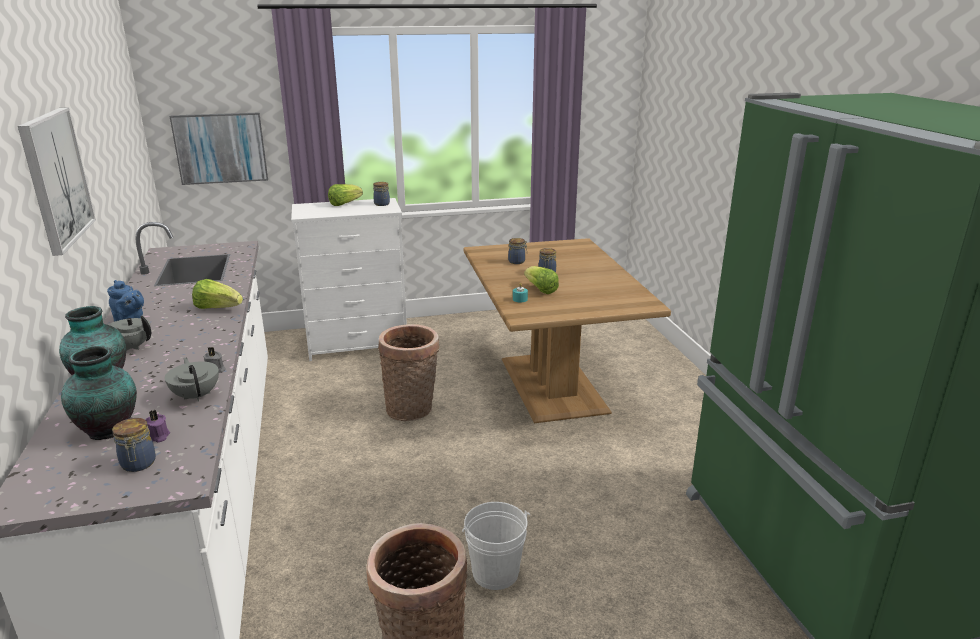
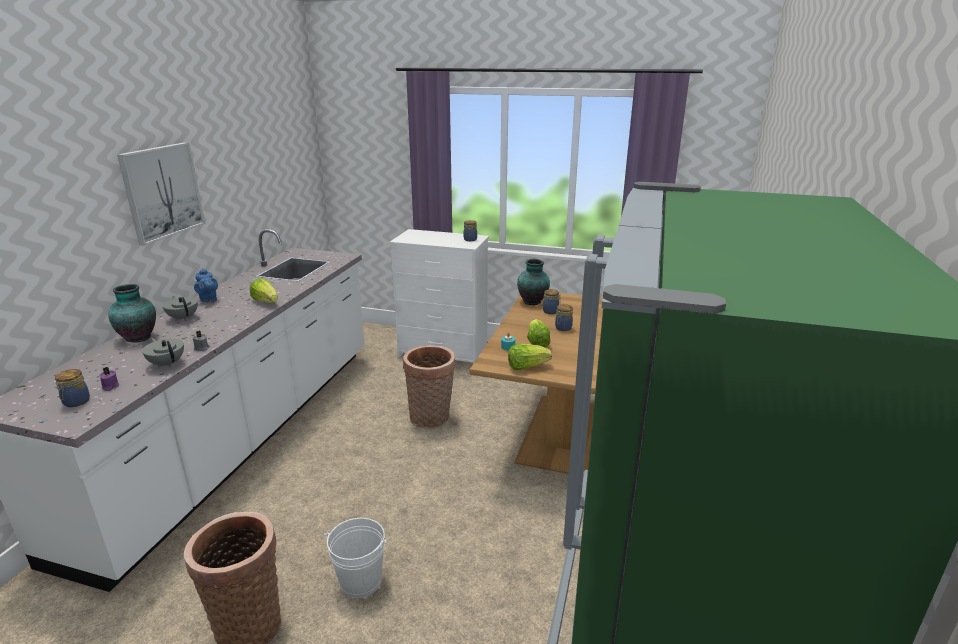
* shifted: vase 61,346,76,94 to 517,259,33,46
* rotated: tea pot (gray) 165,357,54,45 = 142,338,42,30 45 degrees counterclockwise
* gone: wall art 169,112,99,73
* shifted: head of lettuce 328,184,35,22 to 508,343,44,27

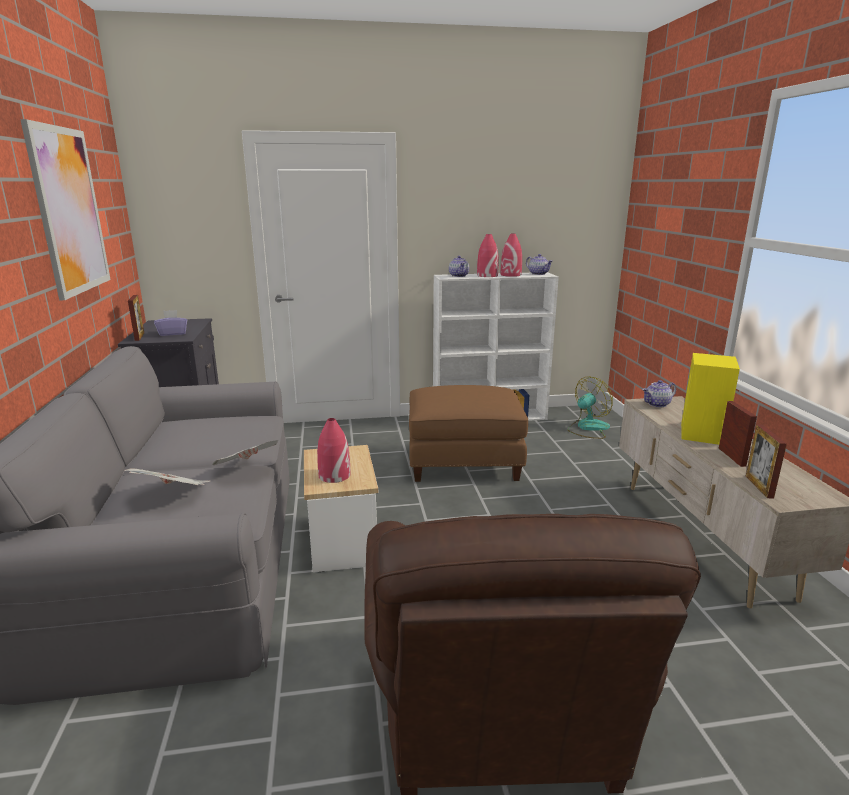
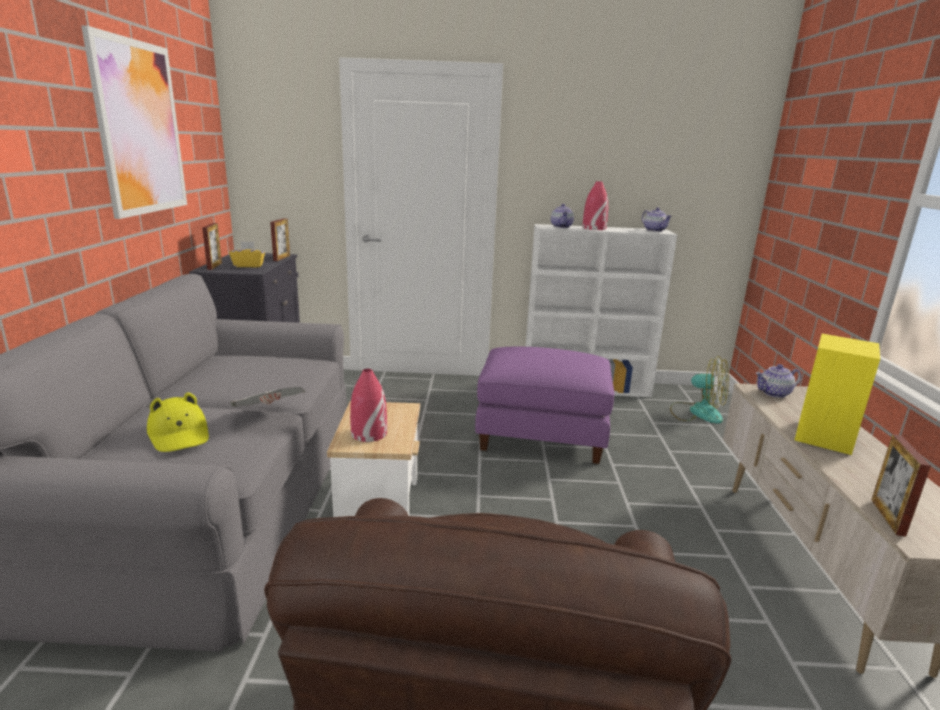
* swapped: newspaper 124,468,86,17 to hat (yellowish) 147,392,62,60
* repainted: tissue box (purplish) 154,310,33,26 to tissue box (yellowish) 229,241,36,26
* repainted: footrest (brown-coloured) 409,385,119,97 to footrest (purplish) 475,347,139,117
* gone: vase (reddish) 501,234,21,43
* rotated: electric fan 568,377,45,62 = 670,356,59,68 60 degrees clockwise
* shifted: picture frame 718,401,39,66 to 270,218,20,43

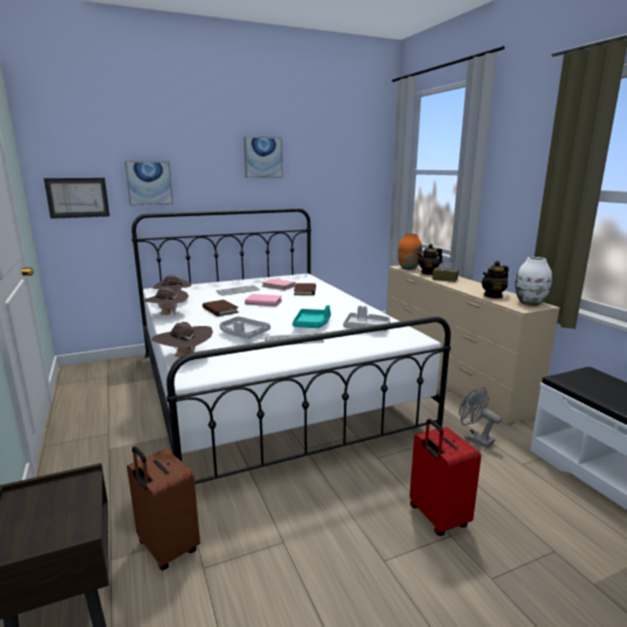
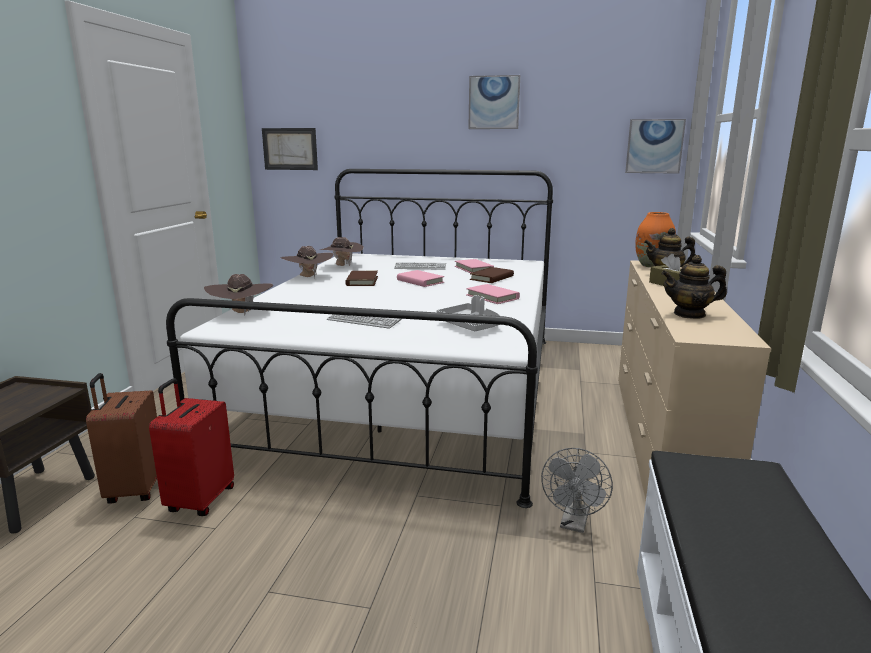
* shifted: wall art 125,161,48,45 to 625,119,61,55
* gone: serving tray (gray) 220,316,50,23
* gone: serving tray (turquoise) 292,305,39,23
* shifted: travel case (reddish) 410,419,71,117 to 149,378,85,138
* rotated: electric fan (gray) 459,387,42,60 = 541,448,72,85 150 degrees counterclockwise
* gone: vase (white-coloured) 515,257,37,49
* new: book (pink) 466,284,54,20

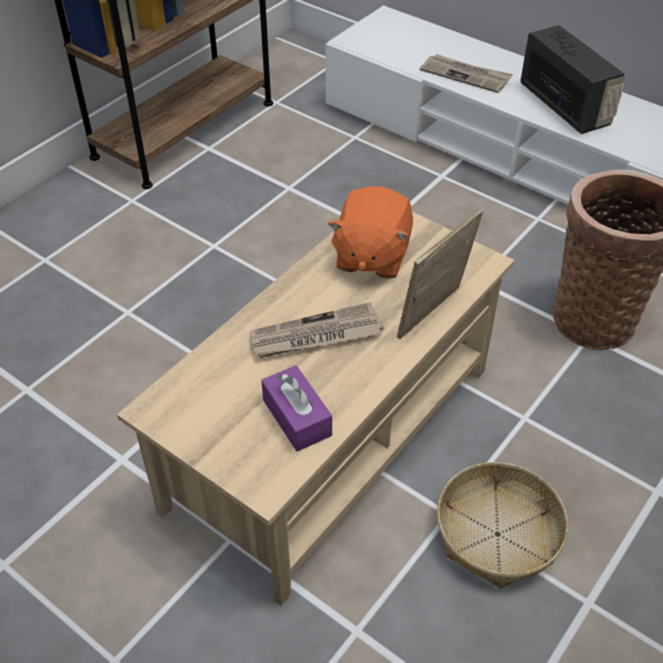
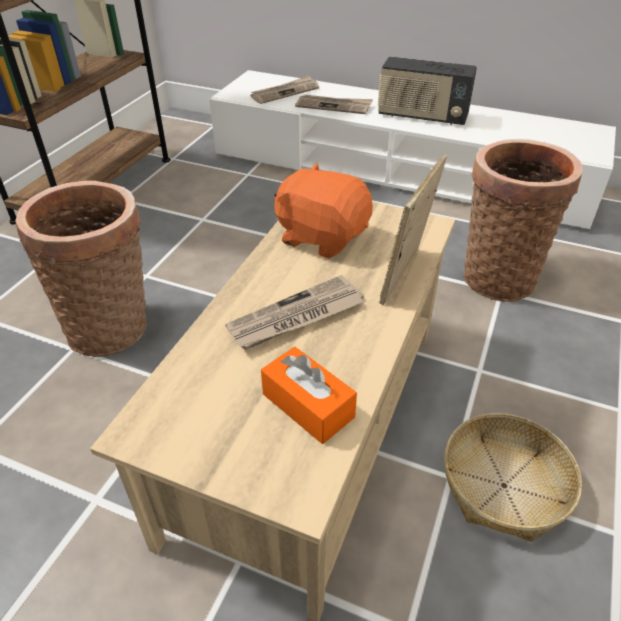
* repainted: tissue box (purplish) 261,365,71,87 to tissue box (orange-coloured) 261,347,96,97
* rotated: plush toy (orange-coloured) 328,186,85,93 = 274,163,99,95 120 degrees clockwise
* rotated: radio set 521,25,104,109 = 378,56,99,69 150 degrees clockwise
* new: basket 15,181,132,176
* new: newspaper 251,75,68,29

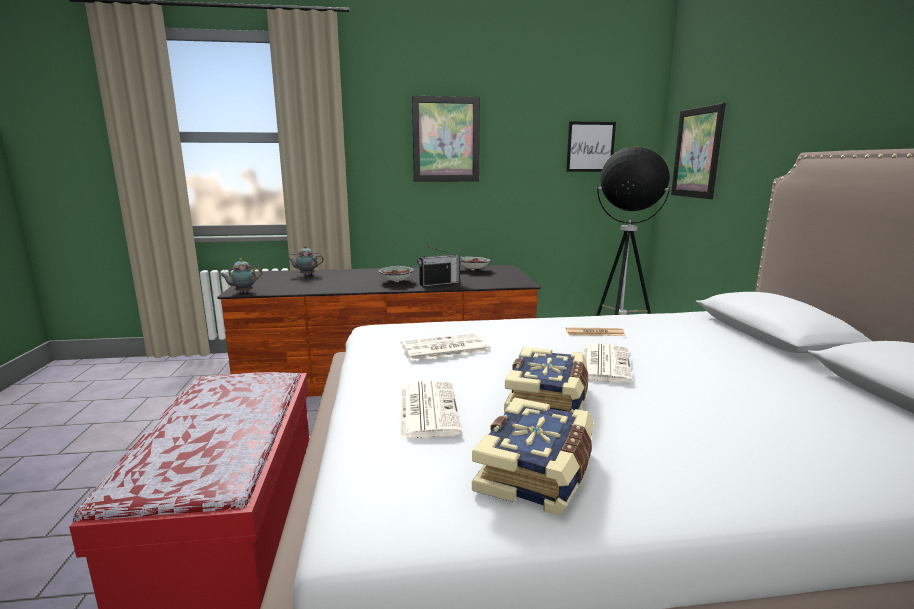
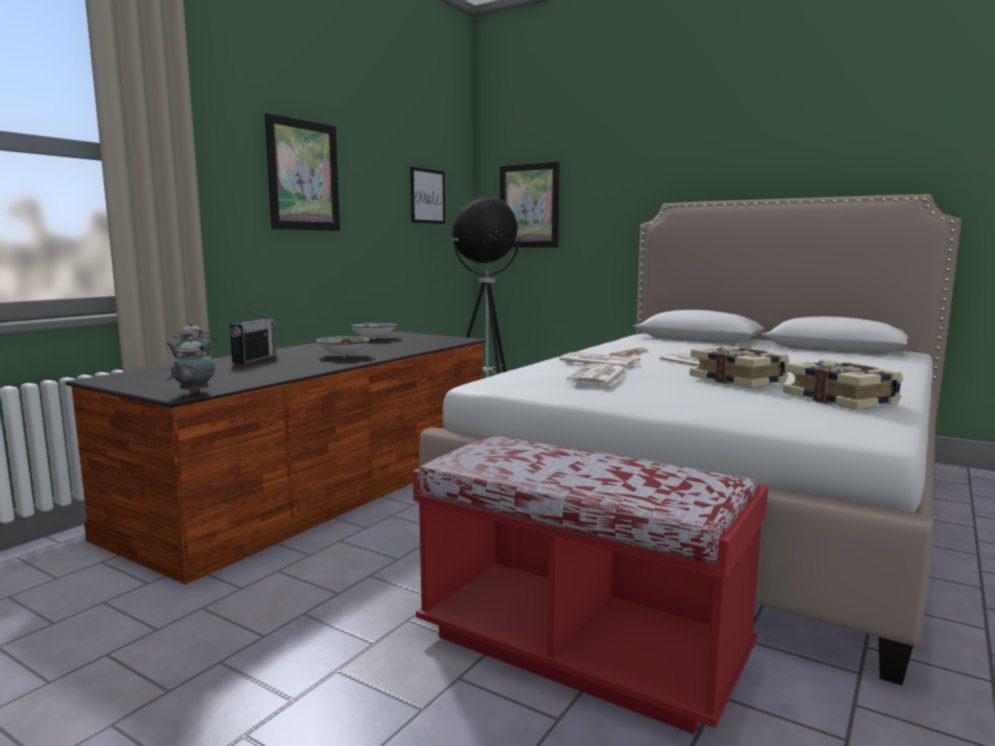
* shifted: newspaper 400,381,62,58 to 559,352,82,16
* shifted: radio set 417,245,45,42 to 230,307,46,57

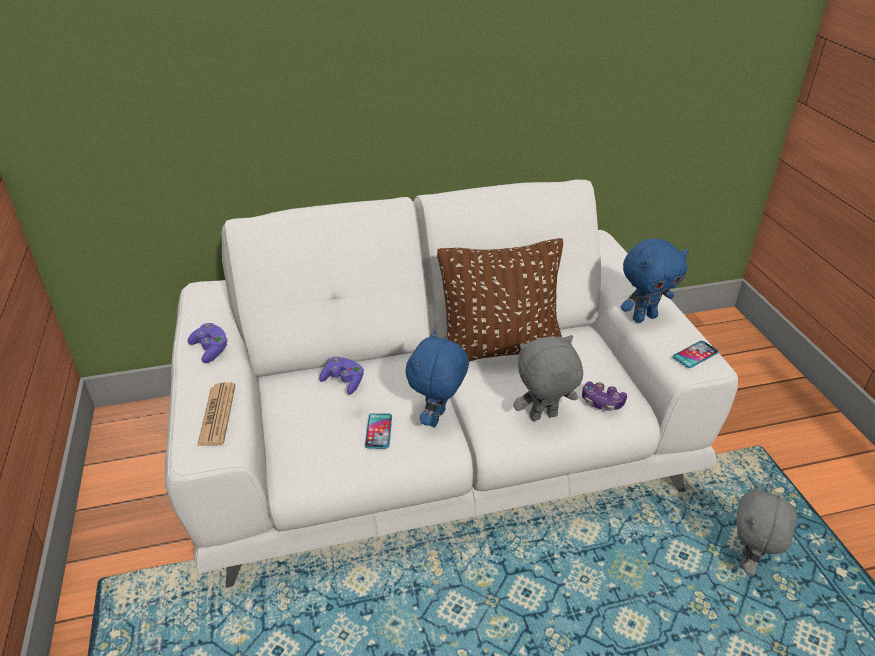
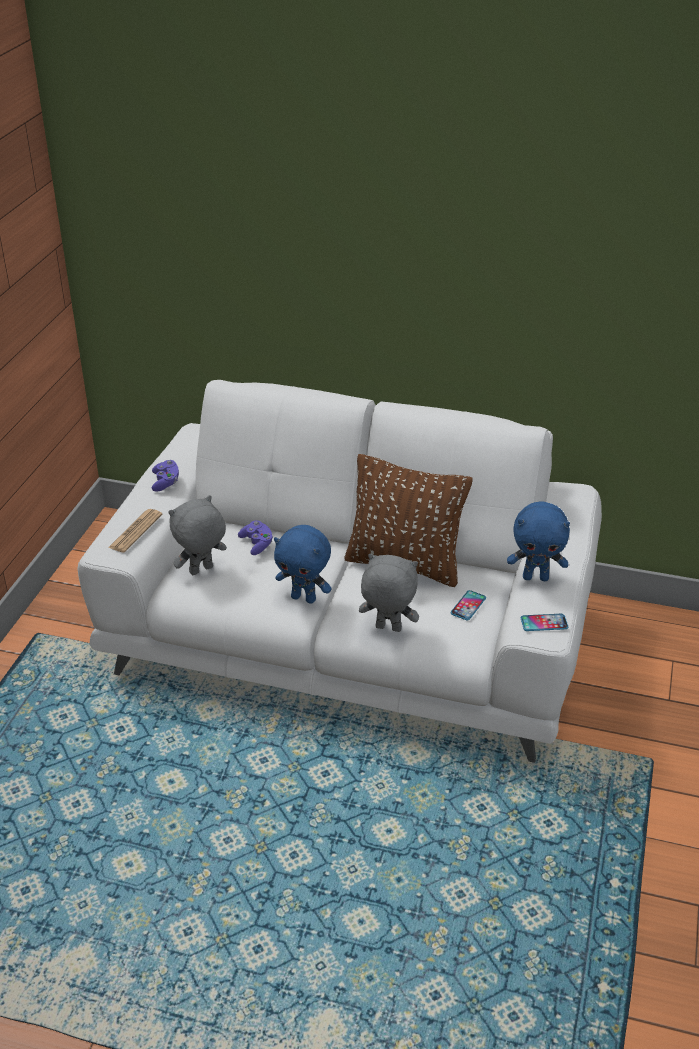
* shifted: phone 365,413,27,36 to 451,590,35,30
* rotated: plush toy (blue) 406,330,63,97 = 274,525,58,79 120 degrees counterclockwise
* gone: joypad 582,381,45,30
* shifted: plush toy (gray) 736,483,61,93 to 169,495,58,80

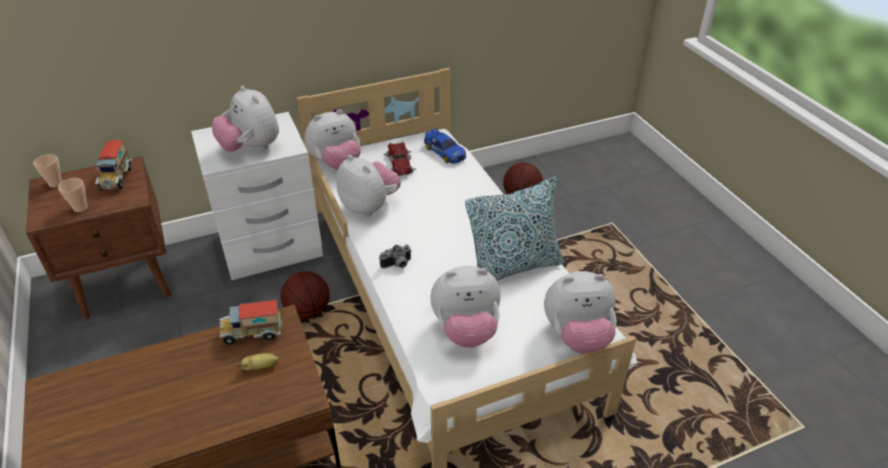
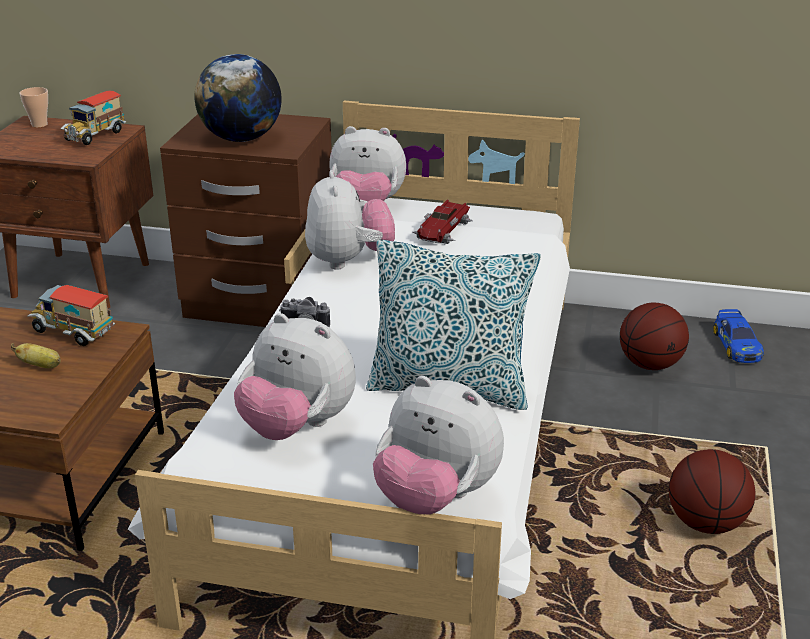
* gone: small cup 58,178,30,34
* repainted: nightstand (white-coloured) 191,112,132,168 to nightstand (brown-coloured) 160,114,172,213
* swapped: plush toy 212,86,67,66 to desk globe 194,54,88,88
* shifted: basketball ball 281,271,49,48 to 669,449,87,85
* shifted: model car 424,128,42,36 to 713,309,51,54

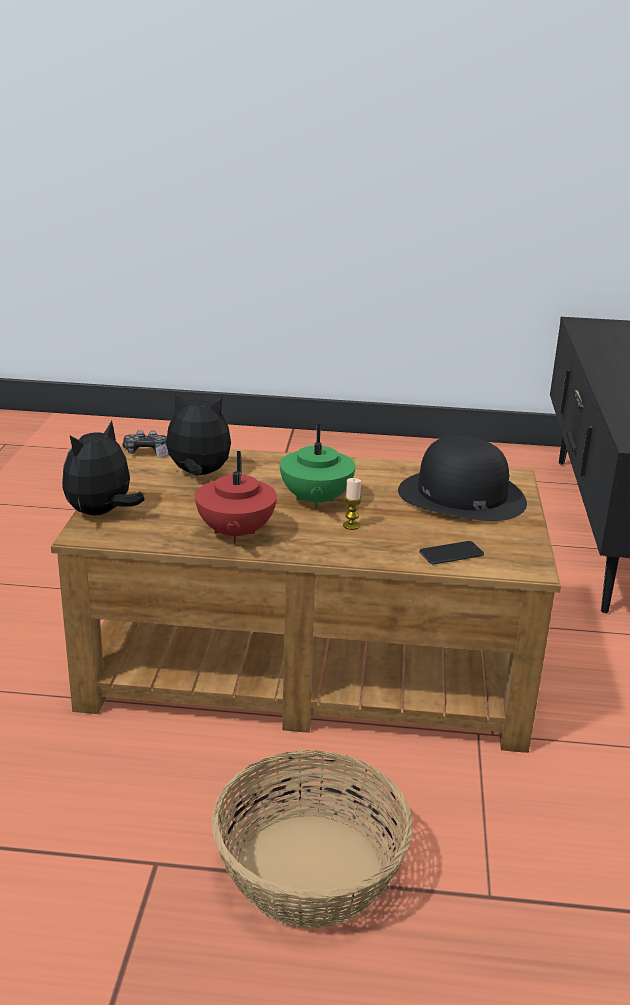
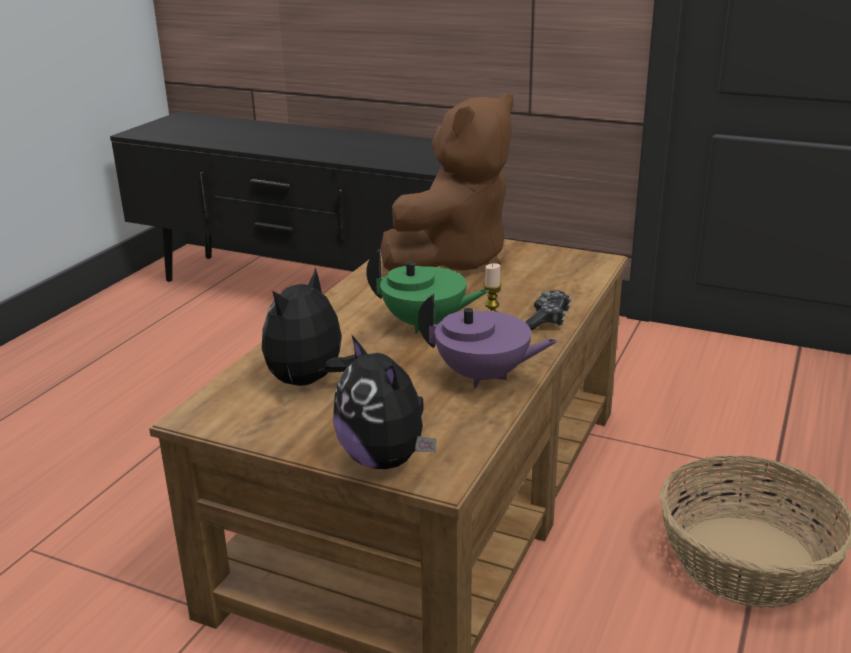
* shifted: joypad 123,430,44,24 to 525,290,46,40
* repainted: tea pot (reddish) 195,451,82,92 to tea pot (purplish) 418,294,140,94
* swapped: hat (blackish) 398,436,129,85 to plush toy (brown-coloured) 380,93,133,178
* gone: phone 419,541,65,23

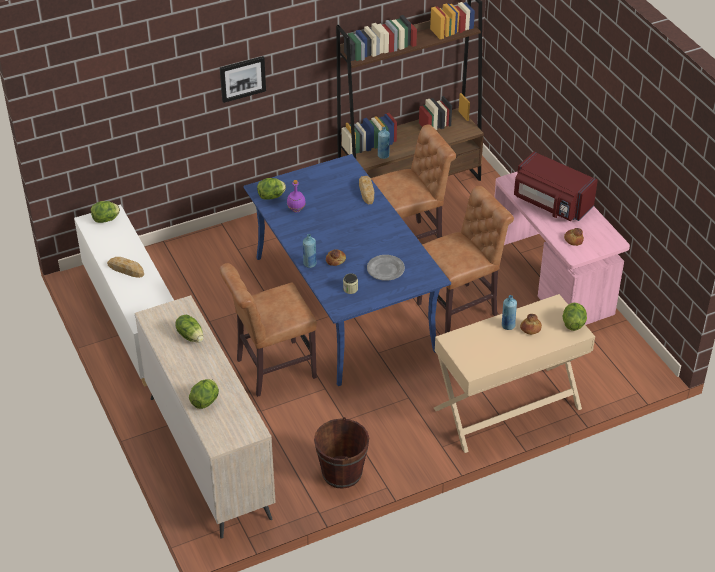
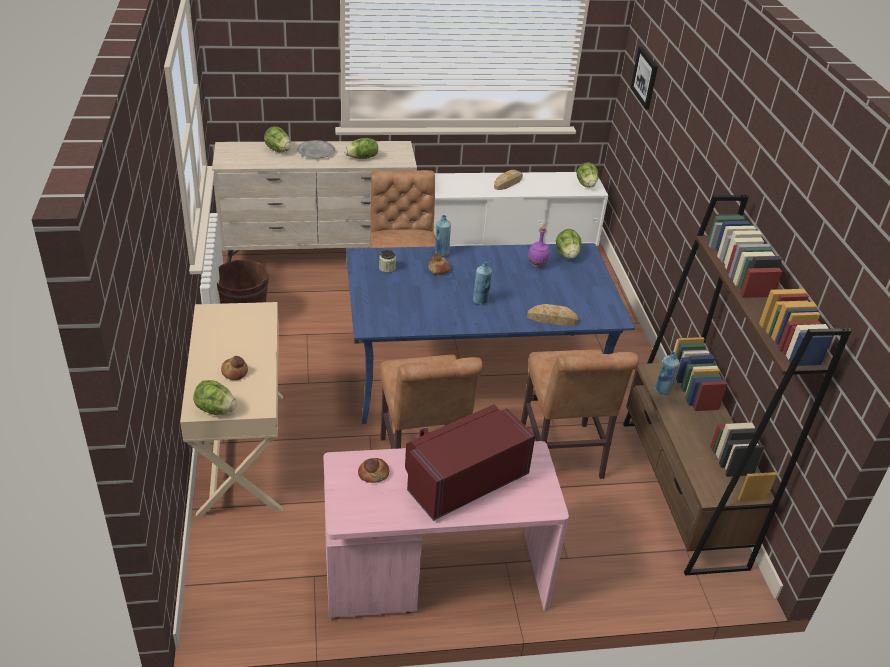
* shifted: wall art 220,56,46,47 to 631,46,27,63
* shifted: flat dish (gray) 367,255,38,26 to 297,140,38,19
* shifted: drink bottle (blue) 502,295,15,35 to 473,261,19,44

